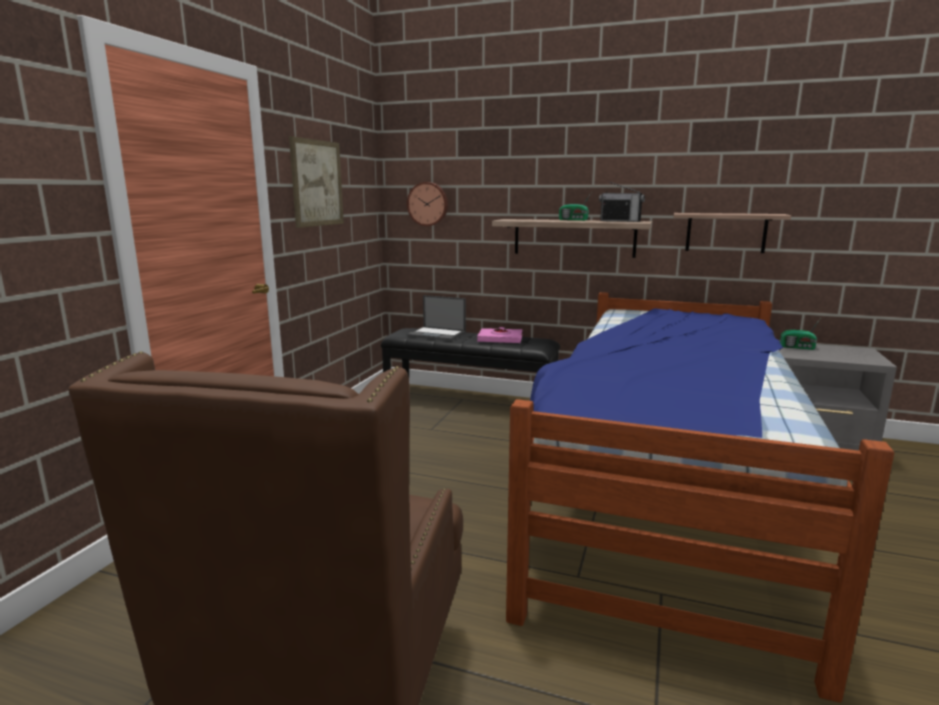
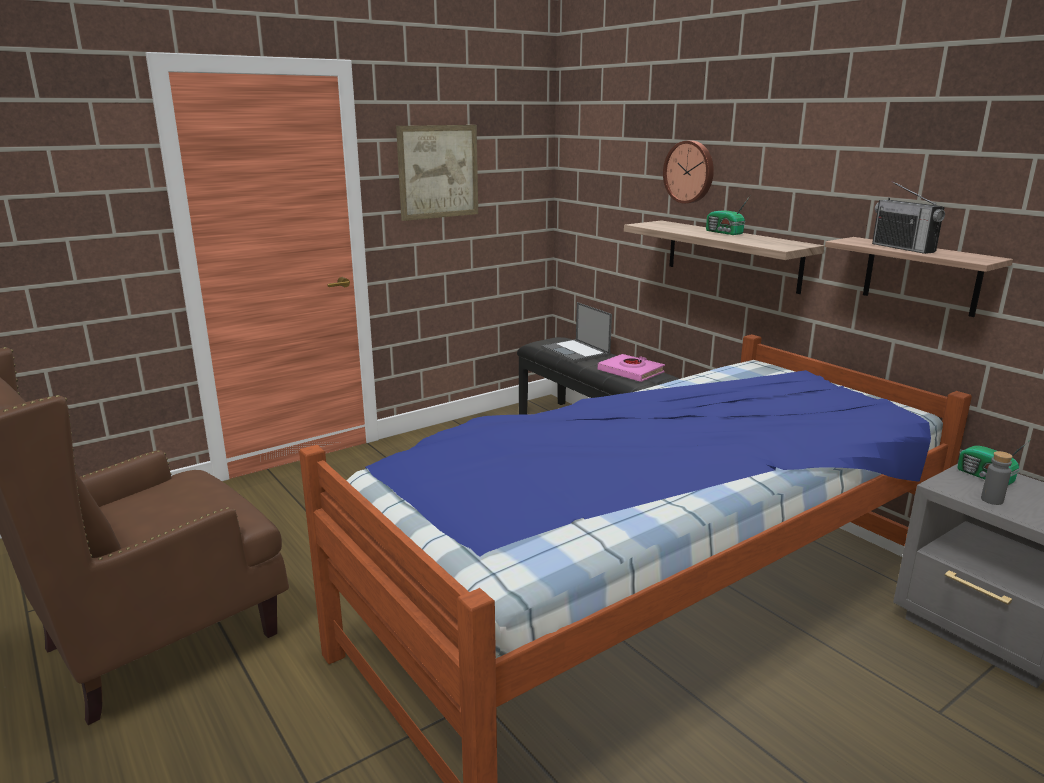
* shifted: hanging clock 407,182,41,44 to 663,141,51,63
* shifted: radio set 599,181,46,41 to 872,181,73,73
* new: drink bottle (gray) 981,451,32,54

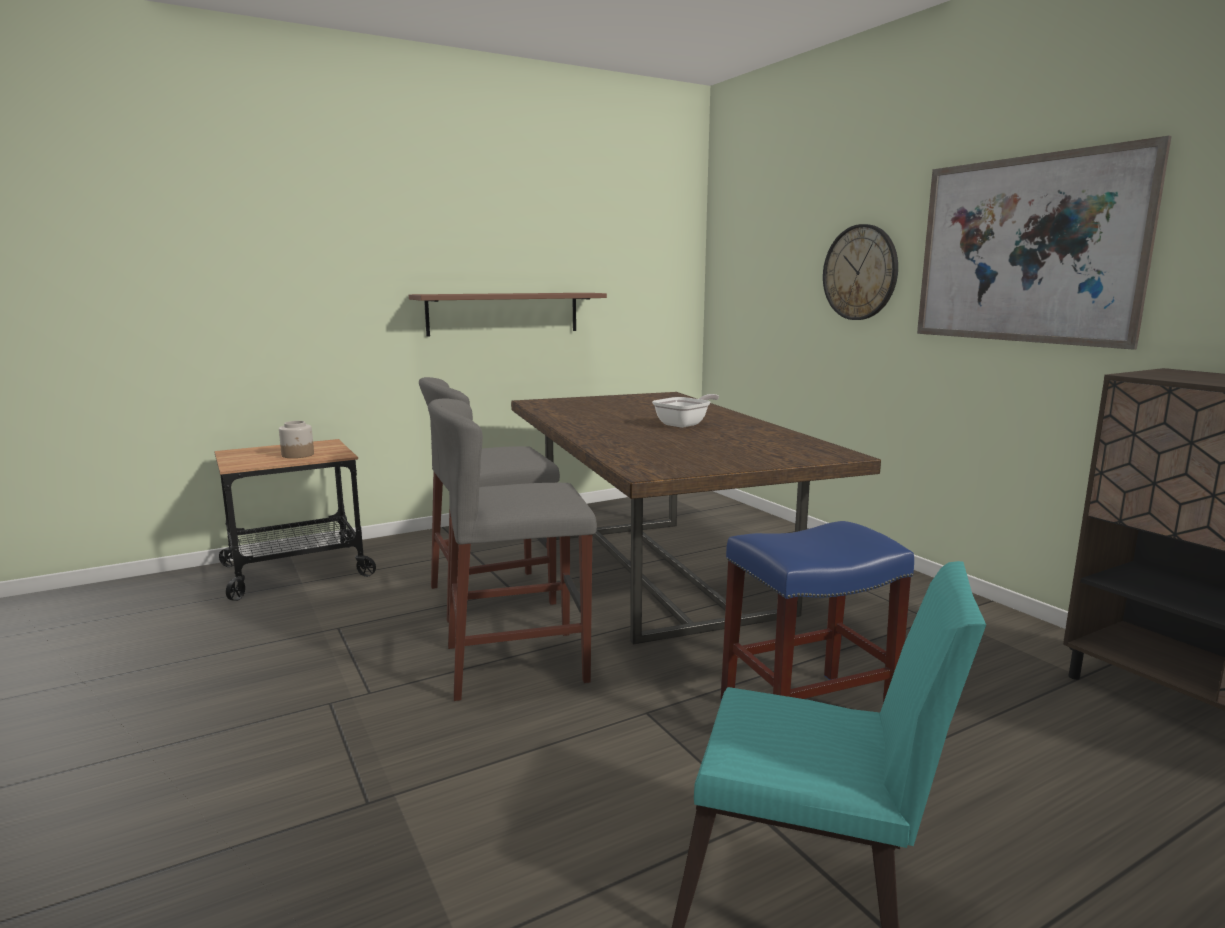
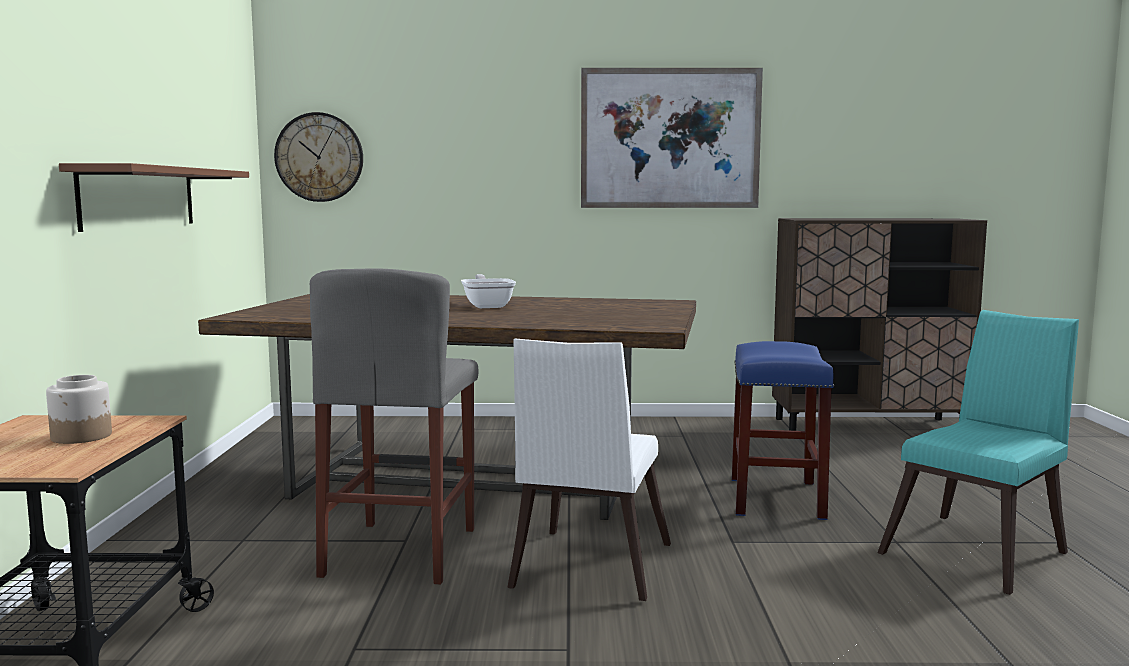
* swapped: sitting stool (gray) 428,398,169,303 to upright chair (white-coloured) 507,338,164,263
* shifted: hanging clock 823,224,75,96 to 274,112,89,90

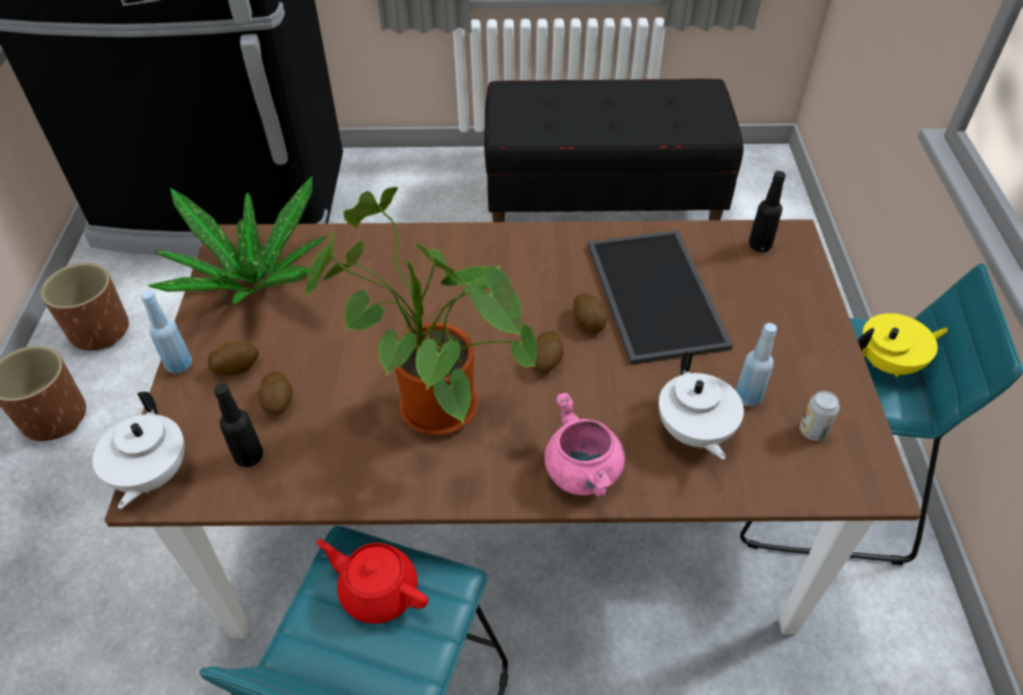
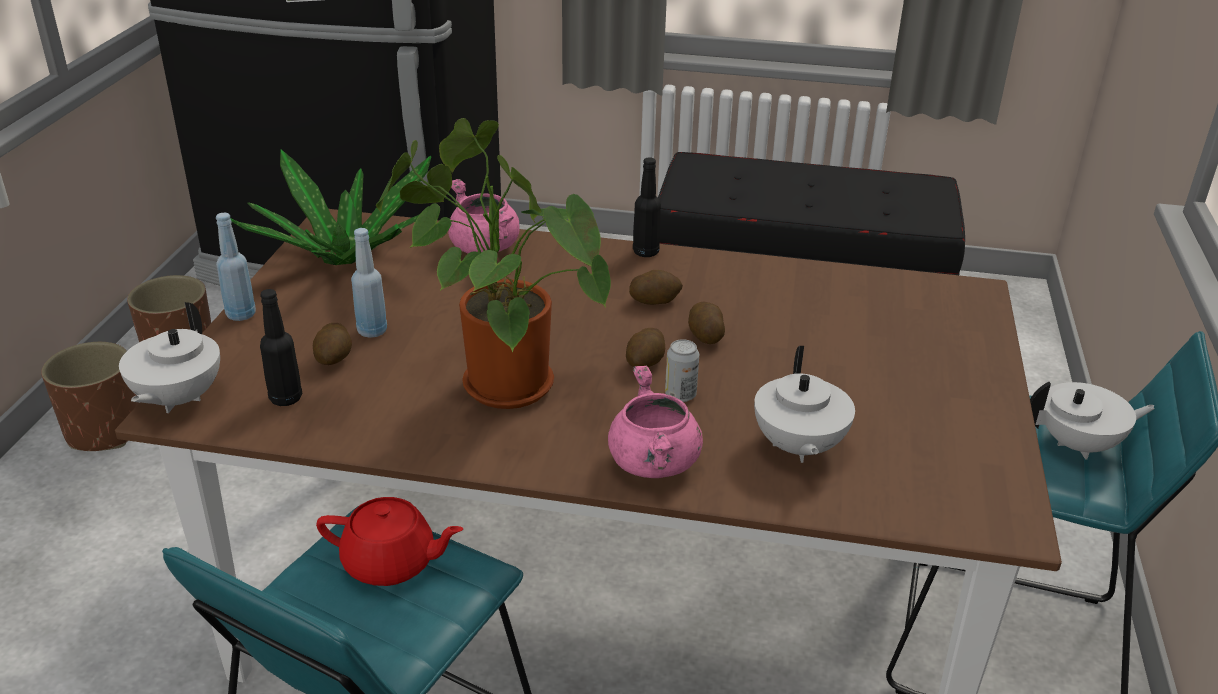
* shifted: whole potato 208,342,51,33 to 629,270,54,35
* rotated: tea pot (reddish) 316,540,112,84 = 316,497,147,89 150 degrees clockwise
* gone: serving tray 588,230,145,135
* shifted: drink bottle (blue) 735,323,42,84 to 351,228,36,110
* shifted: drink bottle (blackish) 749,171,37,81 to 633,157,28,100
* shifted: can 800,391,40,50 to 665,339,34,63
* repainted: tea pot (yellowish) 858,313,90,65 to tea pot (white-coloured) 1030,382,125,78
* new: stockpot (pink) 448,179,72,74

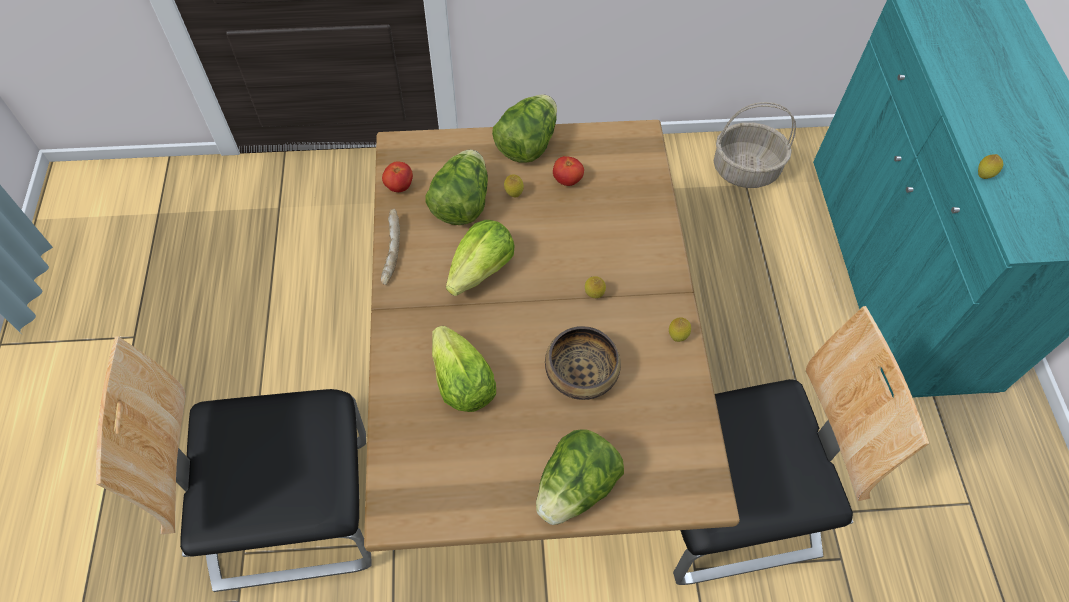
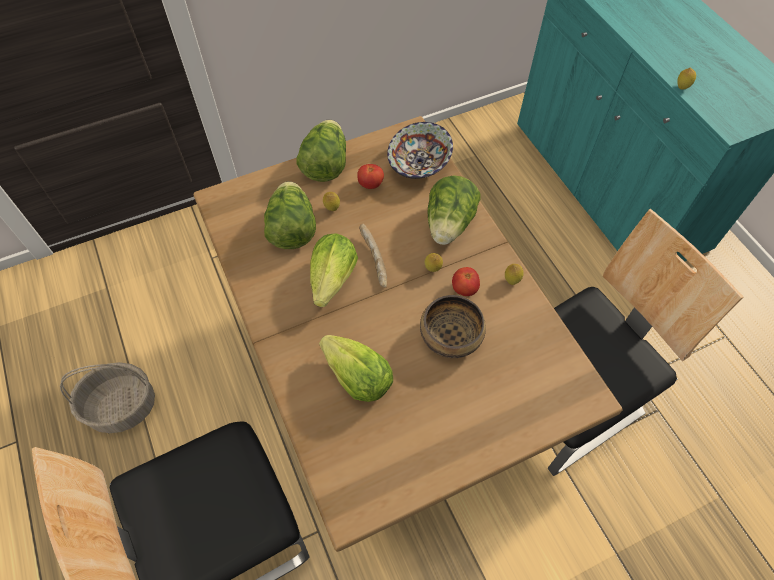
* shifted: bakery bread 381,209,19,76 to 359,223,28,65
* shifted: tomato 382,162,31,30 to 452,267,28,29
* shifted: head of lettuce 536,429,88,96 to 428,176,53,69
* shifted: basket 714,102,82,86 to 60,362,95,71
* new: bowl 387,122,66,57

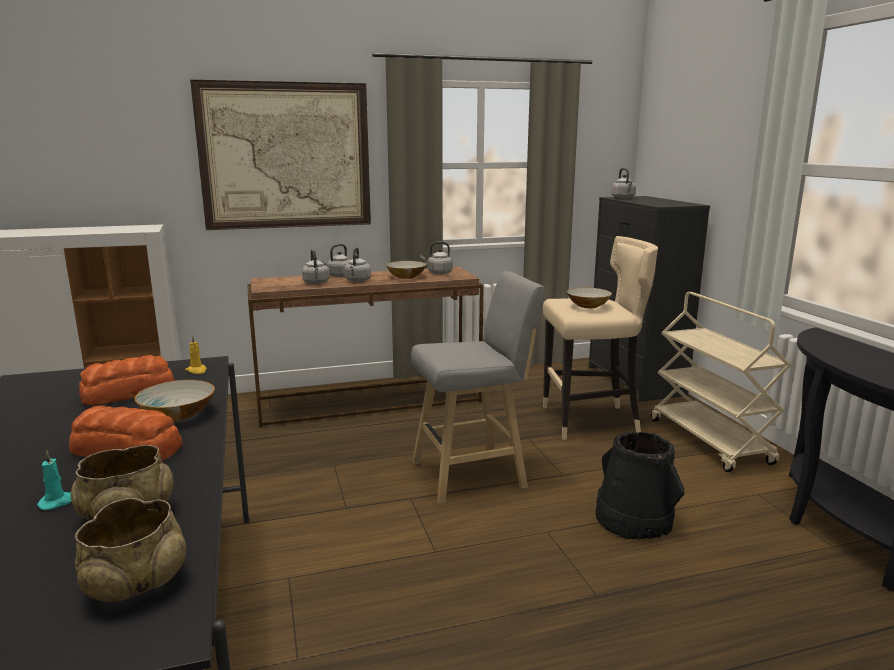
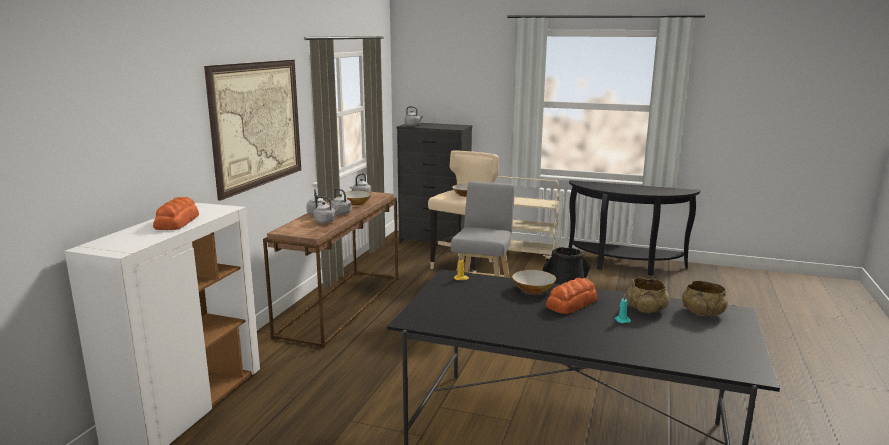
* shifted: bakery bread 79,355,95,51 to 153,197,46,33

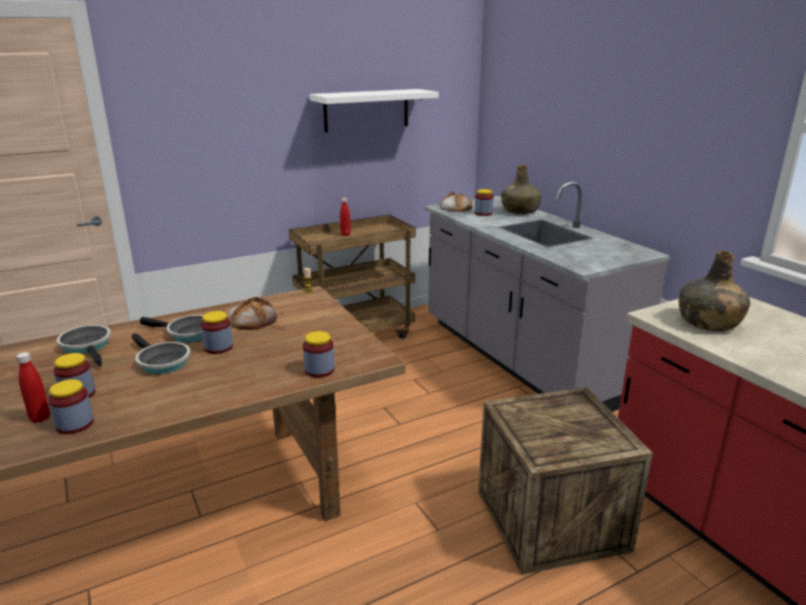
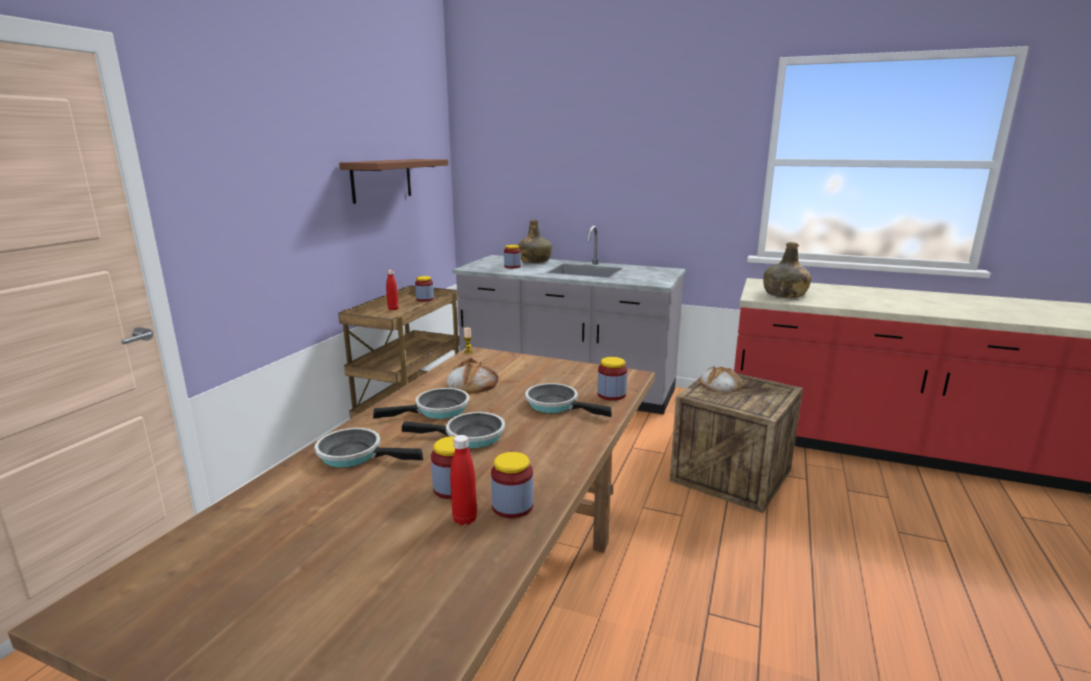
* shifted: jar 201,311,32,43 to 415,276,19,26
* repainted: bracket shelf (white-coloured) 309,89,130,43 to bracket shelf (brown-coloured) 339,159,109,45
* shifted: bakery bread 440,192,32,20 to 700,366,43,27
* new: pan 525,383,87,34

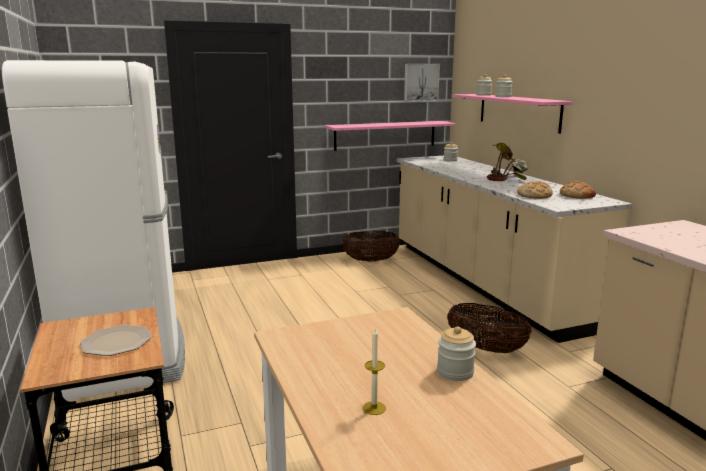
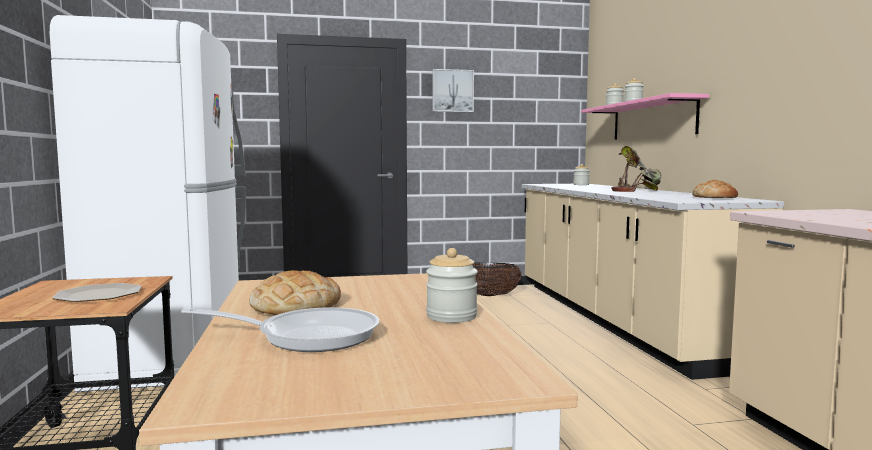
* gone: bracket shelf (pink) 325,121,131,30
* swapped: candle 363,329,23,86 to pan 181,307,198,45
* shifted: wall art 404,64,36,38 to 432,69,42,43
* gone: basket 447,303,85,50
* shifted: bakery bread 517,181,36,18 to 249,270,92,45

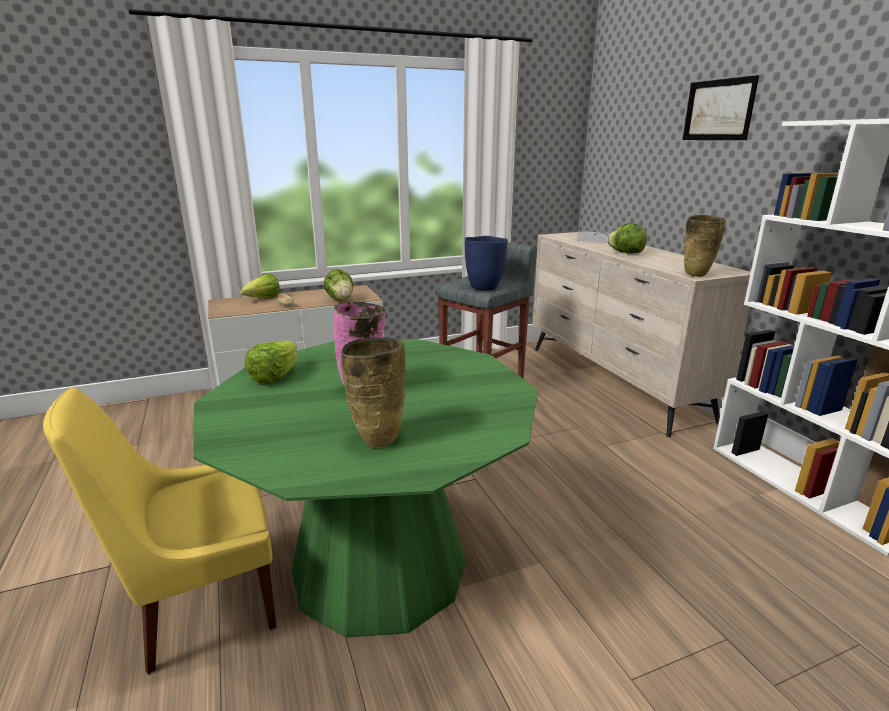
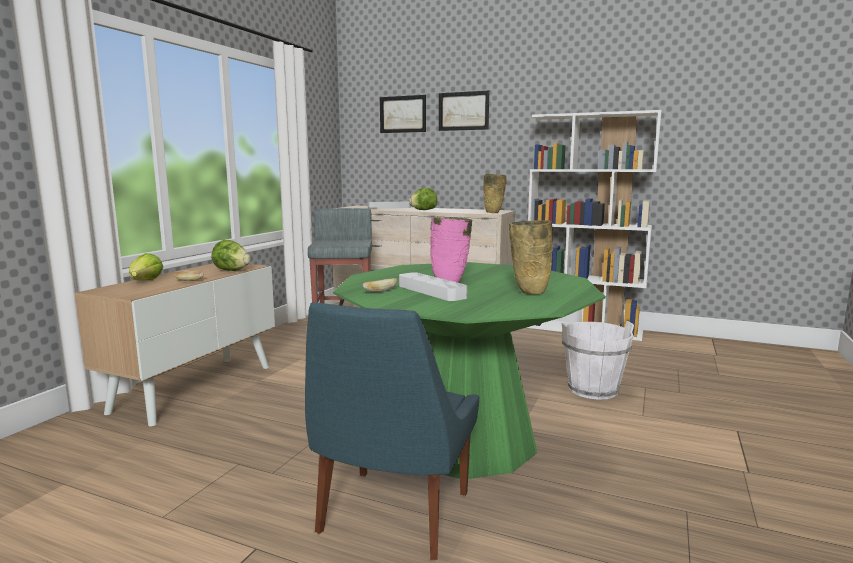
* repainted: upright chair (yellowish) 43,387,233,287 to upright chair (blue) 305,302,174,258
* swapped: head of lettuce 245,340,52,44 to bakery bread 363,278,34,14
* gone: vase (blue) 465,236,43,54
* new: wall art 380,95,46,38
* new: serving tray (gray) 399,272,69,29
* new: bucket (white-coloured) 562,321,72,79

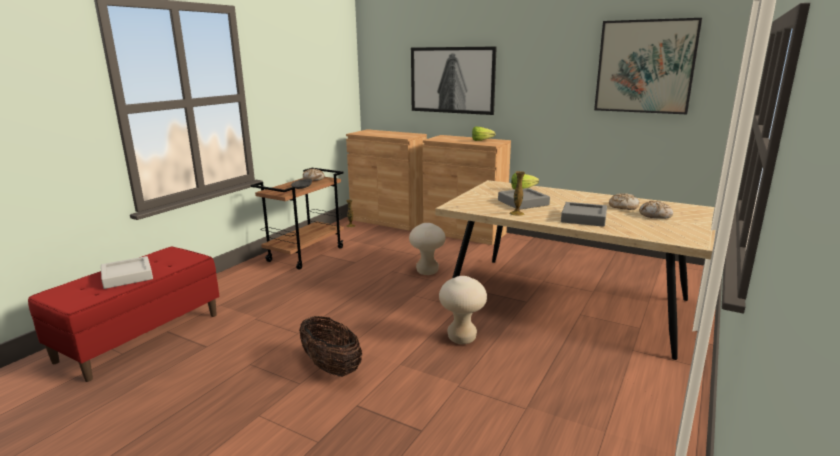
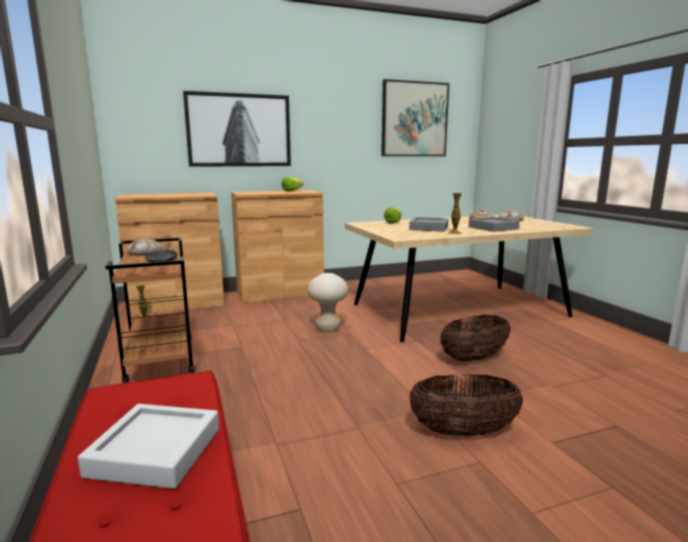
* swapped: sitting stool (sand-coloured) 439,276,48,68 to basket 440,315,71,47

